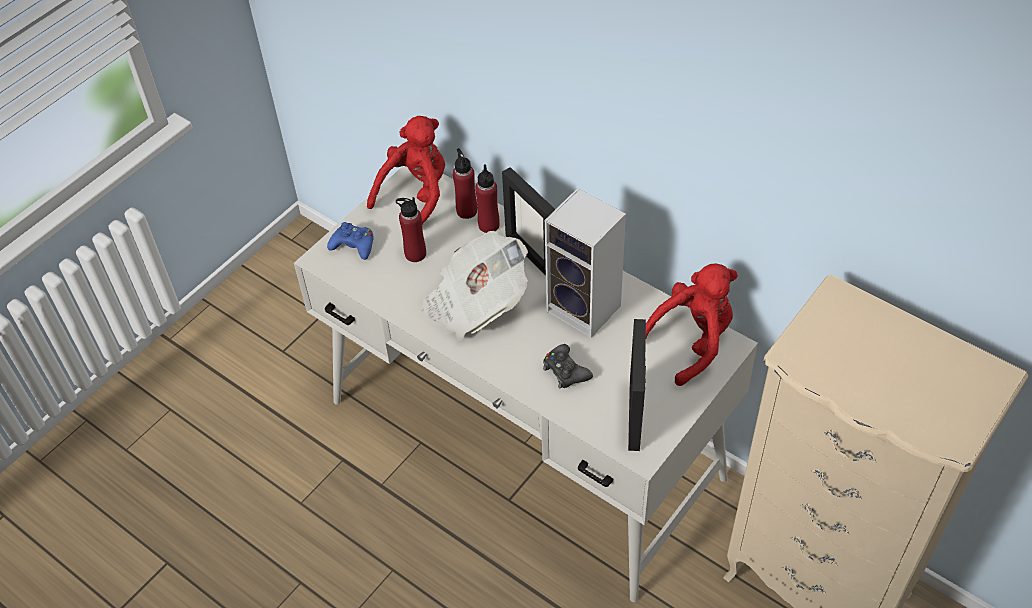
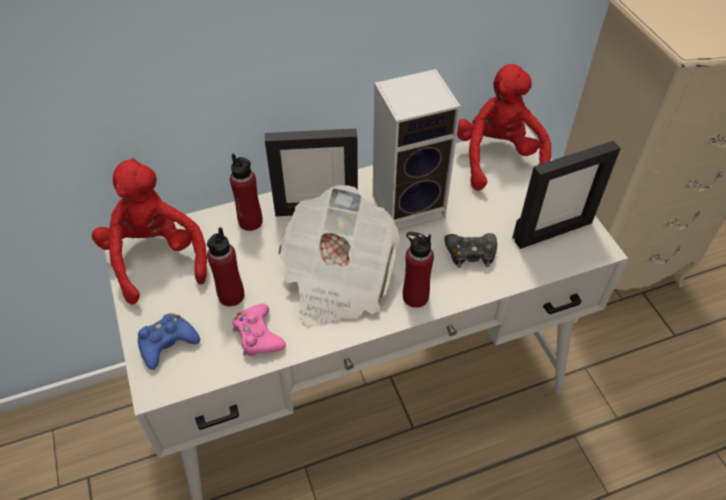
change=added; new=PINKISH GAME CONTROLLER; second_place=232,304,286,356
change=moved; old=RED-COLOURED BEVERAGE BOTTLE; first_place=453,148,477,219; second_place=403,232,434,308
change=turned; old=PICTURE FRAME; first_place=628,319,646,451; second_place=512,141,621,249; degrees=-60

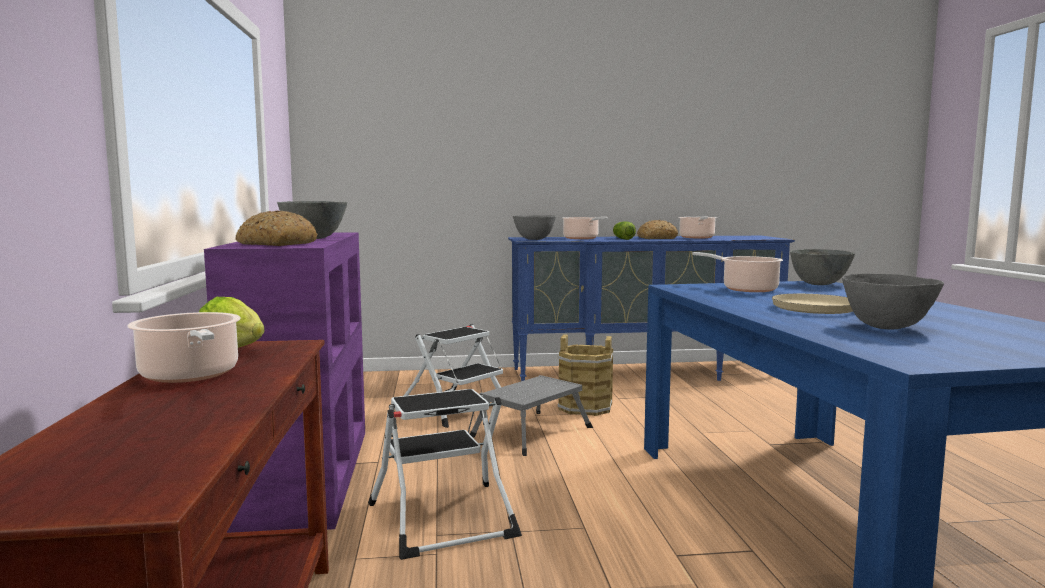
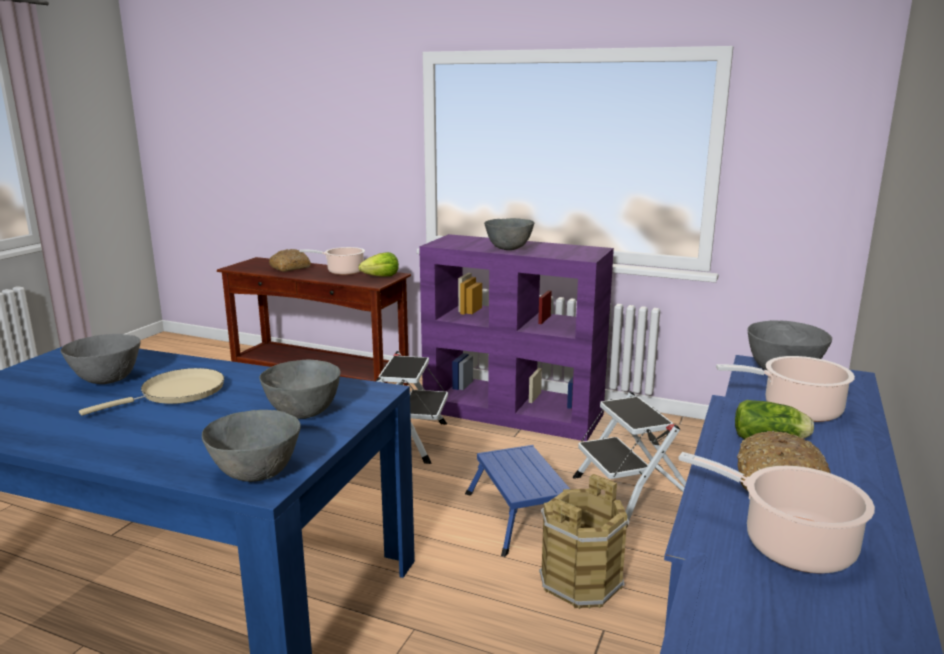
change=replaced; old=STOCKPOT; new=GREYISH SERVING BOWL; first_place=692,252,783,292; second_place=259,359,341,419
change=moved; old=BAKED BREAD; first_place=235,211,318,246; second_place=269,249,311,272
change=recoloured; old=GREYISH STEPLADDER; new=BLUISH STEPLADDER; first_place=470,375,593,456; second_place=465,445,570,557

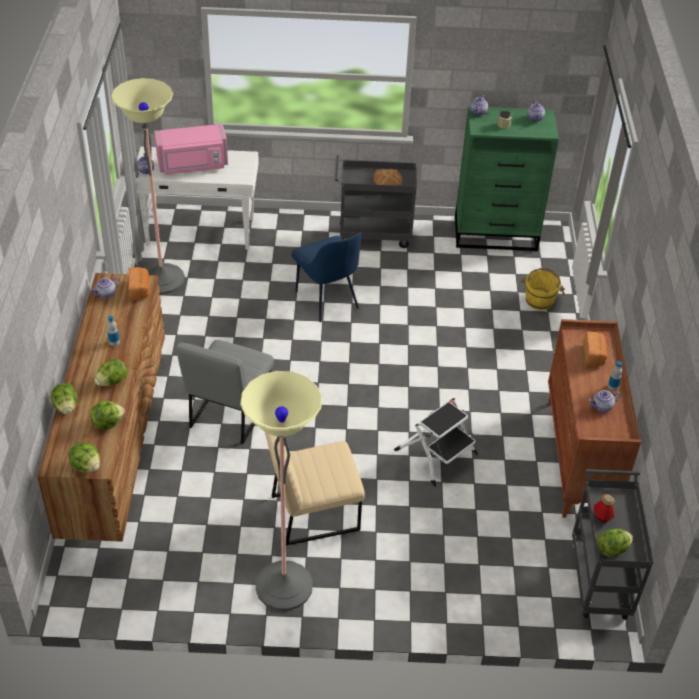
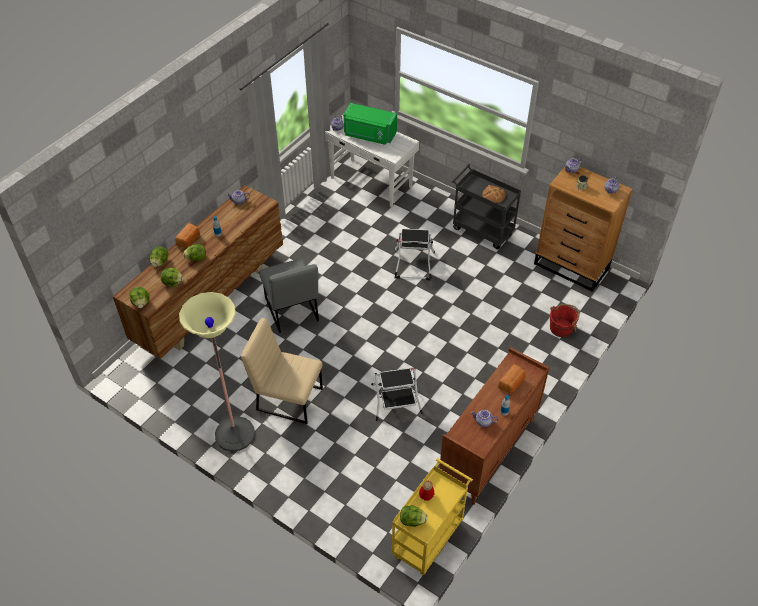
change=moved; old=BAKED BREAD; first_place=129,267,149,301; second_place=175,223,200,248
change=turned; old=GREYISH CHAIR; first_place=176,340,274,444; second_place=259,259,319,333; degrees=-75
change=recoloured; old=PINKISH MICROWAVE; new=GREENISH MICROWAVE; first_place=154,124,228,175; second_place=343,103,397,145
change=recoloured; old=GREYISH TROLLEY; new=YELLOWISH TROLLEY; first_place=572,469,653,620; second_place=392,458,473,575
change=replaced; old=BLUISH CHAIR; new=STEPLADDER; first_place=292,233,361,322; second_place=394,229,435,280
change=recoloured; old=GREENISH DRESSER; new=BROWNISH DRESSER; first_place=455,106,559,251; second_place=534,167,632,292
change=recoloured; old=YELLOWISH BUCKET; new=RED-COLOURED BUCKET; first_place=520,267,565,310; second_place=550,304,579,337
change=removed; old=FLOOR LAMP; first_place=111,78,185,295

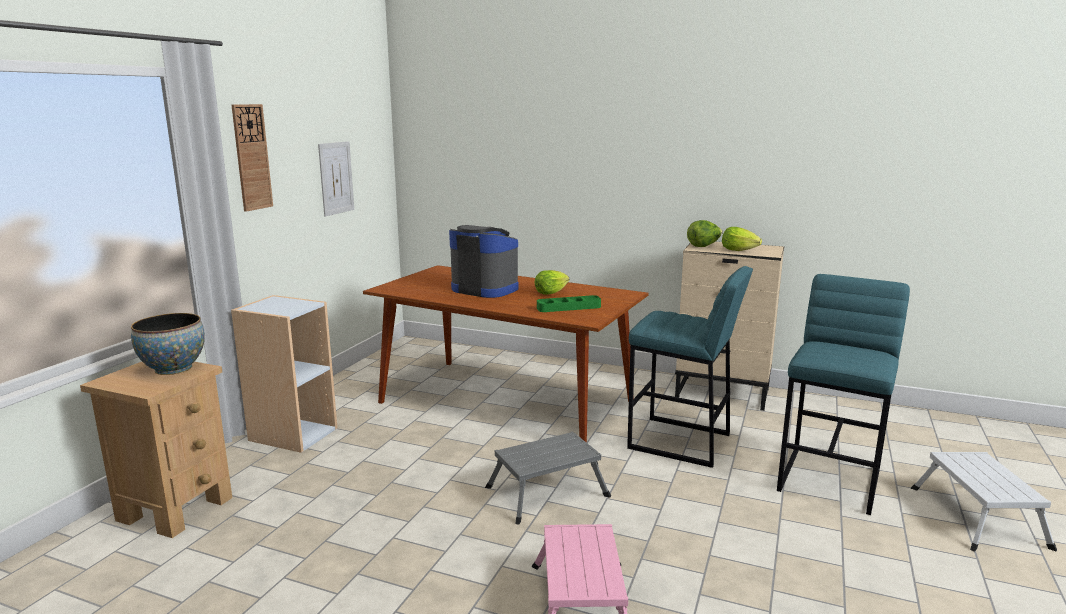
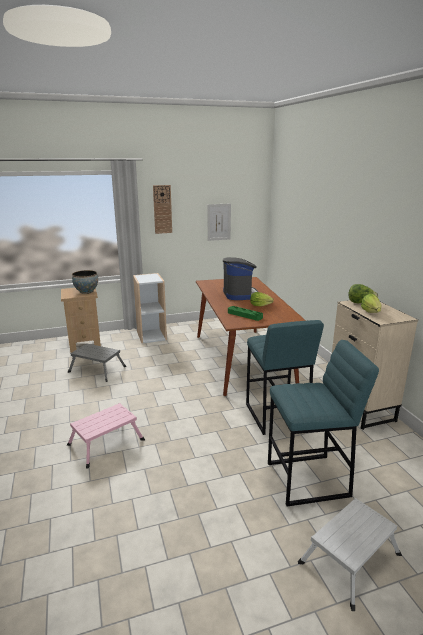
change=moved; old=GREYISH STEPLADDER; first_place=485,431,611,525; second_place=68,343,127,382

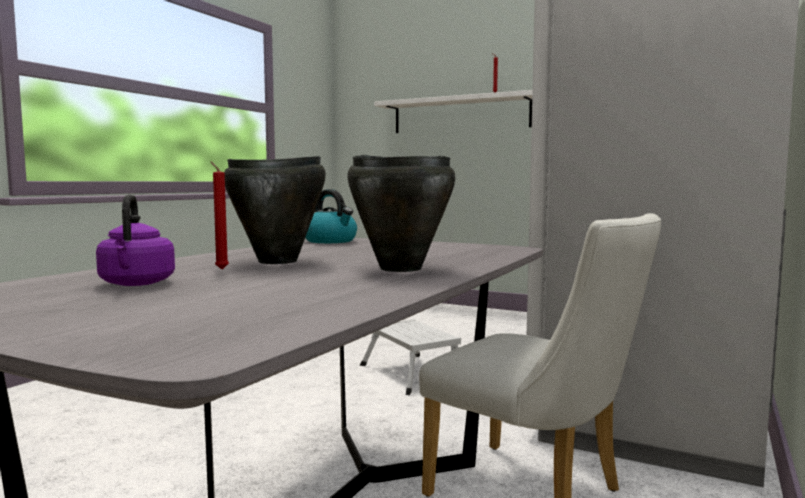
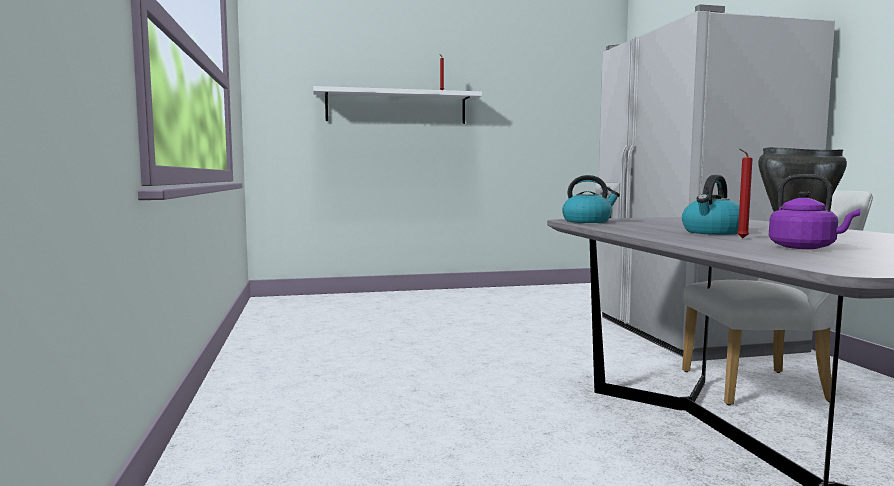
change=replaced; old=BLACK STOCKPOT; new=WATER KETTLE; first_place=224,156,326,264; second_place=682,175,740,235
change=removed; old=WHITE STEPLADDER; first_place=360,320,461,395

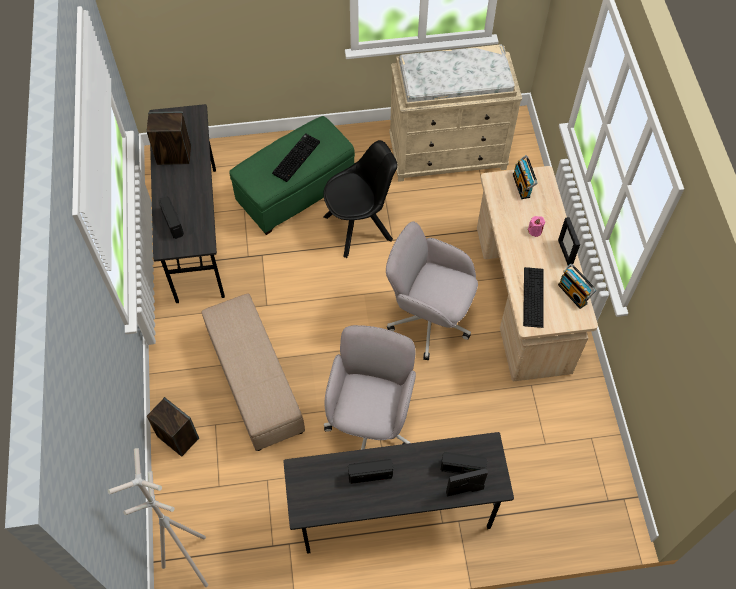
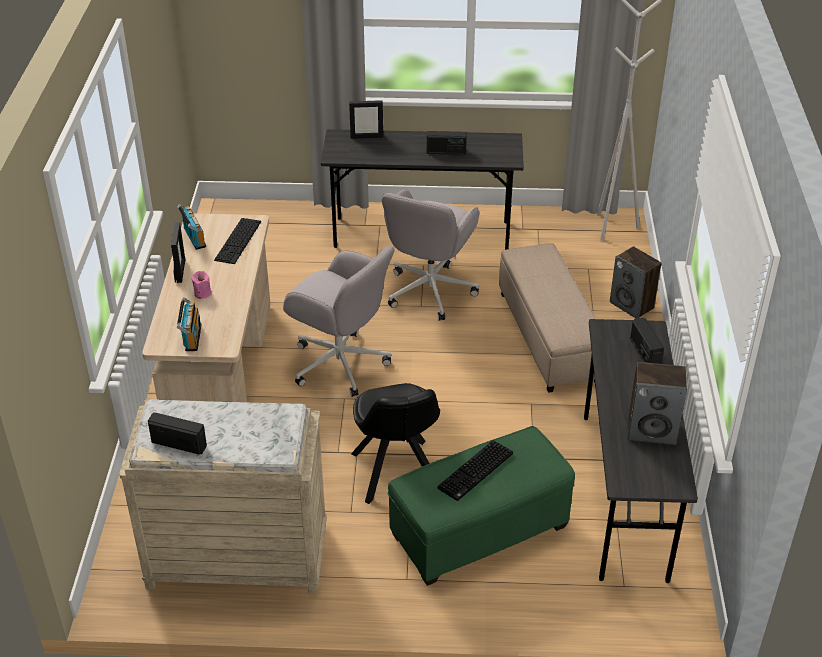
change=moved; old=RADIO SET; first_place=441,452,487,474; second_place=148,413,207,454
change=turned; old=BLACK CHAIR; first_place=323,140,398,258; second_place=351,383,440,504; degrees=-90

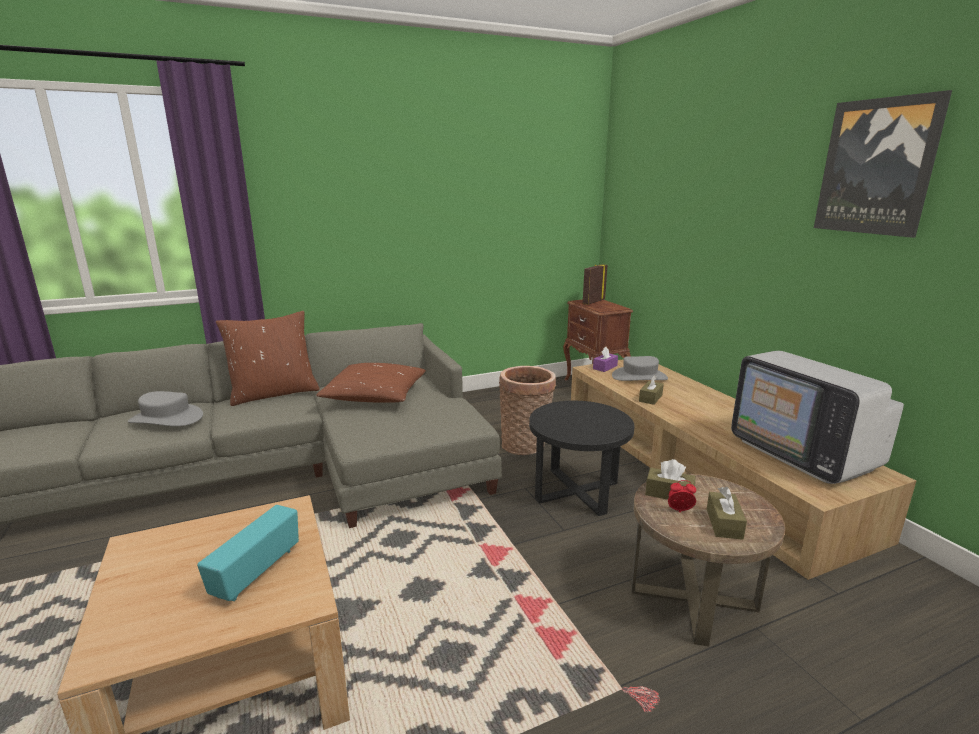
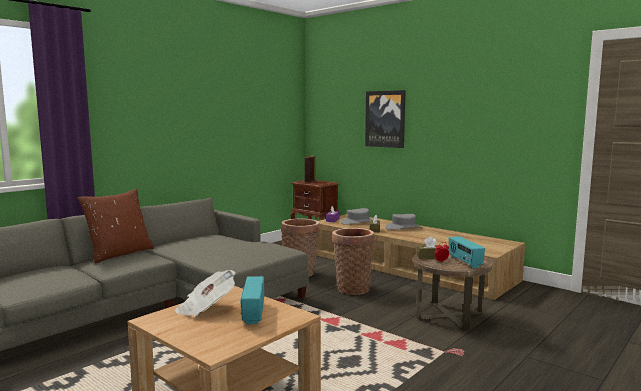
change=added; new=DAILY PAPER; second_place=175,270,236,317
change=replaced; old=BLACK END TABLE; new=BASKET; first_place=529,401,634,516; second_place=332,228,374,295
change=moved; old=WALL PICTURE; first_place=814,90,952,238; second_place=365,90,406,148
change=moved; old=GREYISH HAT; first_place=128,391,203,426; second_place=385,214,423,230
change=replaced; old=BROWNISH BOX OF TISSUES; new=RADIO SET; first_place=707,487,747,540; second_place=449,236,485,268
change=removed; old=BROWNISH THROW PILLOW; first_place=316,363,426,403
change=removed; old=TV; first_place=731,351,904,484

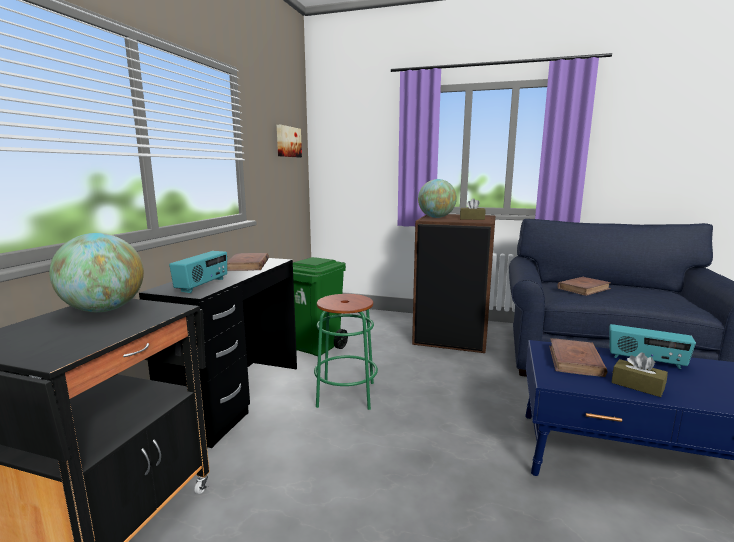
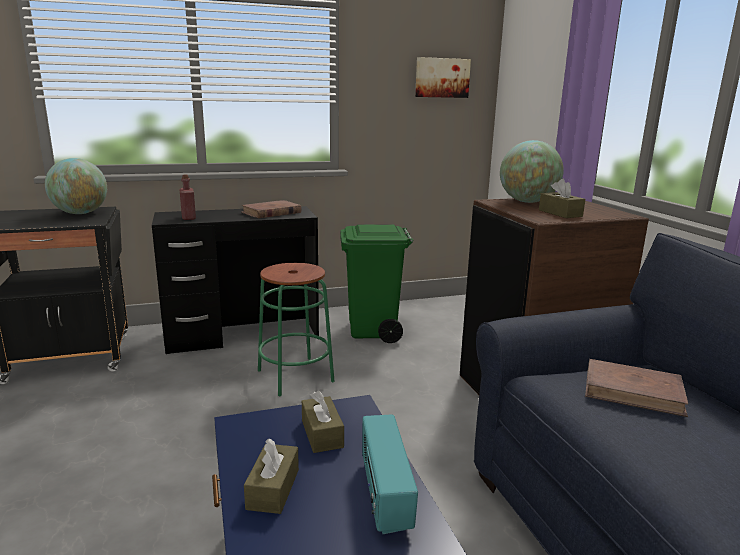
change=replaced; old=RADIO SET; new=RED-COLOURED BEVERAGE BOTTLE; first_place=169,251,227,293; second_place=180,174,196,220
change=replaced; old=BROWNISH BOOK; new=BROWNISH BOX OF TISSUES; first_place=549,338,607,377; second_place=302,390,344,453

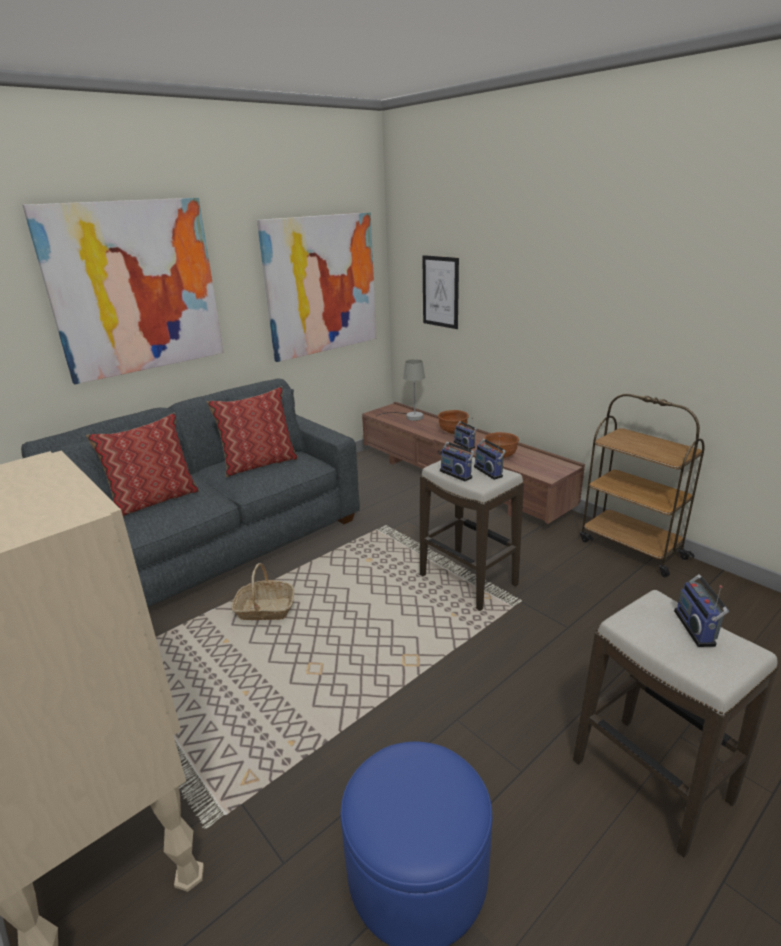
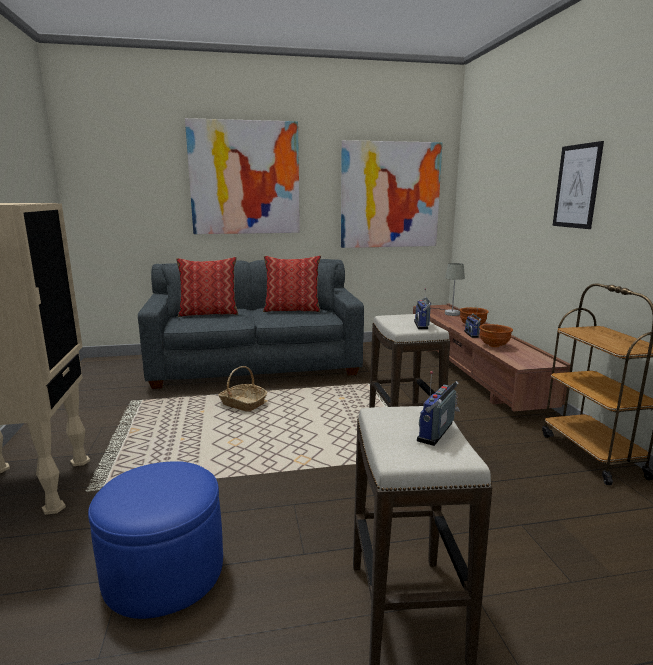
change=moved; old=WALL PICTURE; first_place=422,255,459,329; second_place=553,141,604,229
change=removed; old=RADIO SET; first_place=440,437,475,481

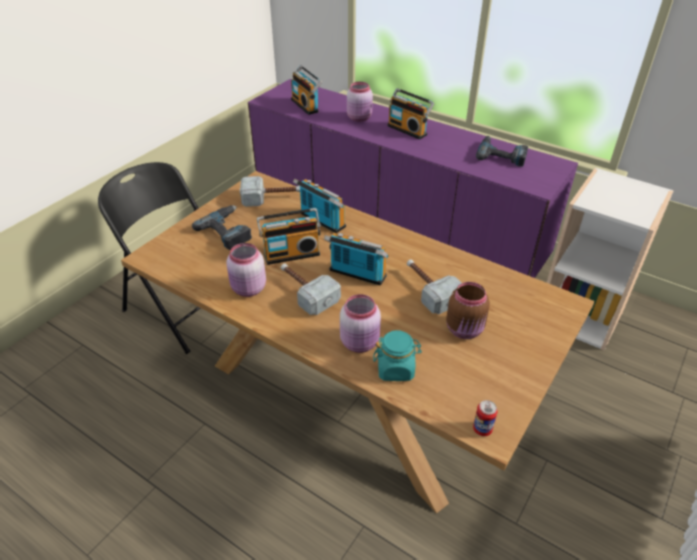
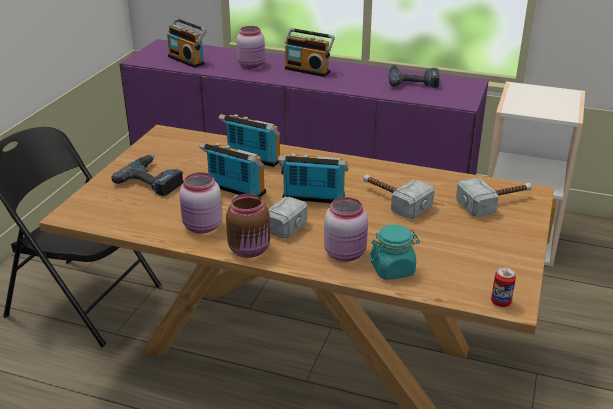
change=turned; old=RADIO SET; first_place=257,208,321,265; second_place=198,142,266,197; degrees=-120
change=moved; old=BROWNISH PRESERVE JAR; first_place=446,282,490,339; second_place=226,194,270,258
change=moved; old=TOOL HAMMER; first_place=240,176,300,207; second_place=456,178,532,217

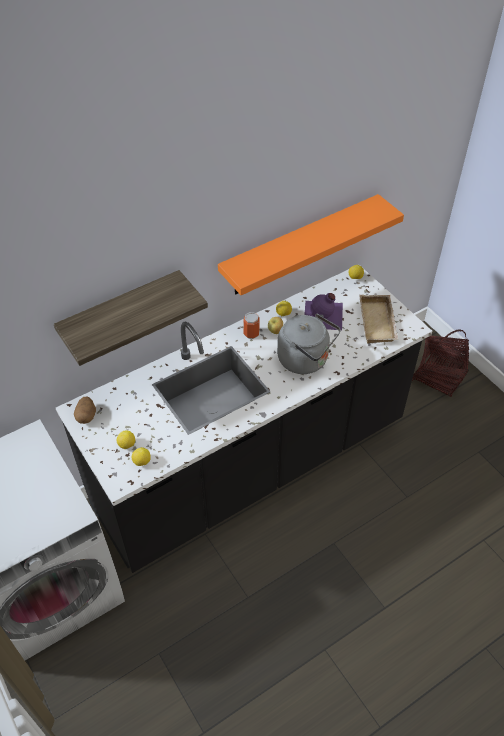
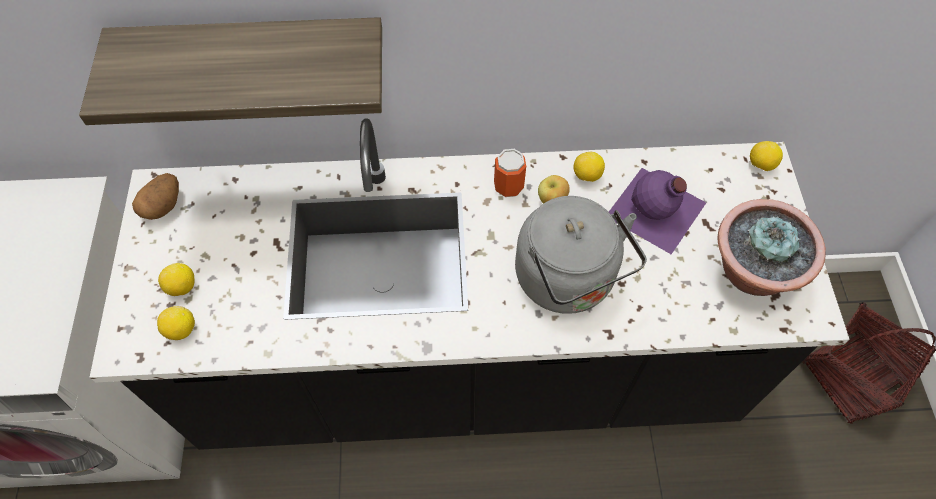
change=replaced; old=BEIGE CARRYING TRAY; new=PLANT IN A POT; first_place=359,295,399,343; second_place=718,199,826,296
change=removed; old=ORANGE-COLOURED SHELF; first_place=218,194,404,295

